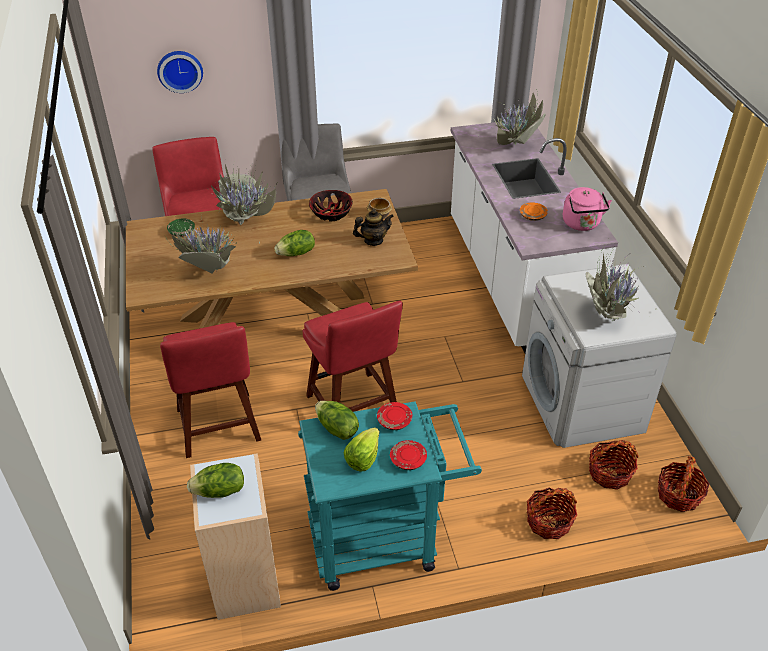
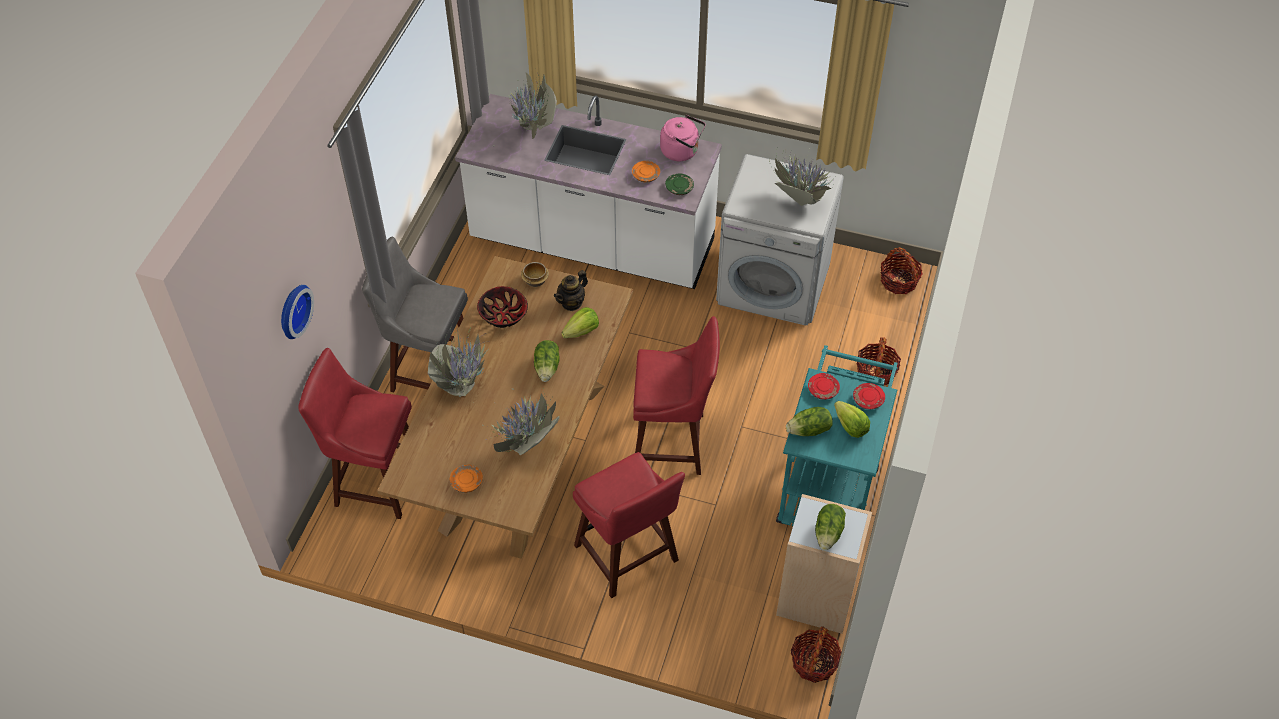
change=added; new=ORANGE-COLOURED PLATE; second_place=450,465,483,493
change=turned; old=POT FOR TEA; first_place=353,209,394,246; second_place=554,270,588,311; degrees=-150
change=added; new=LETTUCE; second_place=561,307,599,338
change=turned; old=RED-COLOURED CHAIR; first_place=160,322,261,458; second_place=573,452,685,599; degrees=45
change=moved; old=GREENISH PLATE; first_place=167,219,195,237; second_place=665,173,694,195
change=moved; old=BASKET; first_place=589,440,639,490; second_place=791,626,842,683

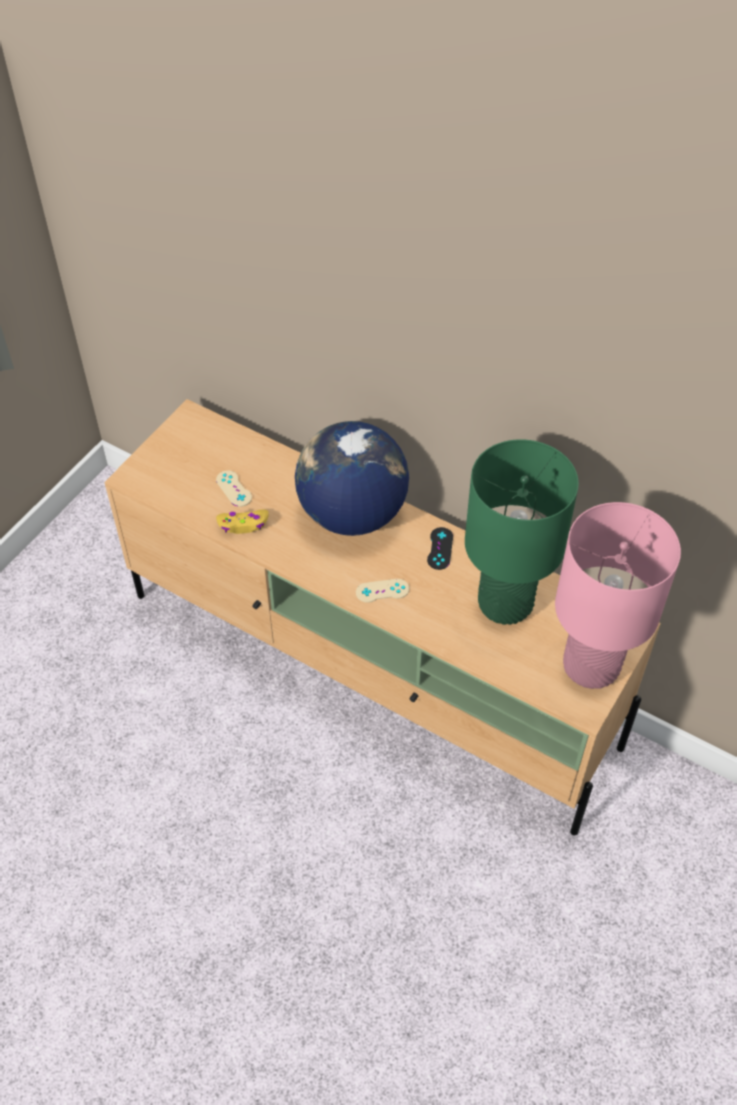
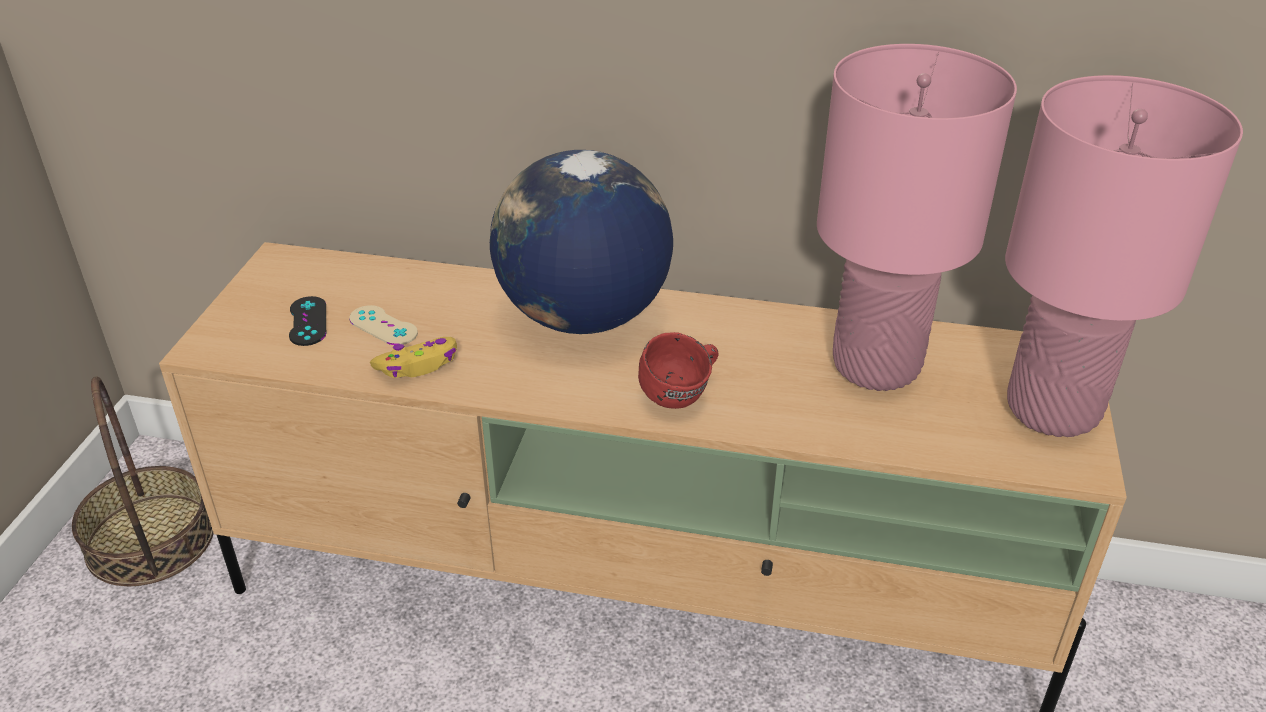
change=added; new=BASKET; second_place=72,376,214,586
change=moved; old=BLACK GAME CONTROLLER; first_place=427,527,453,570; second_place=289,296,326,346
change=replaced; old=BEIGE GAME CONTROLLER; new=RED-COLOURED TEA MUG; first_place=356,579,409,603; second_place=638,332,719,409
change=recoloured; old=GREENISH TABLE LAMP; new=PINKISH TABLE LAMP; first_place=465,439,579,625; second_place=817,44,1017,391

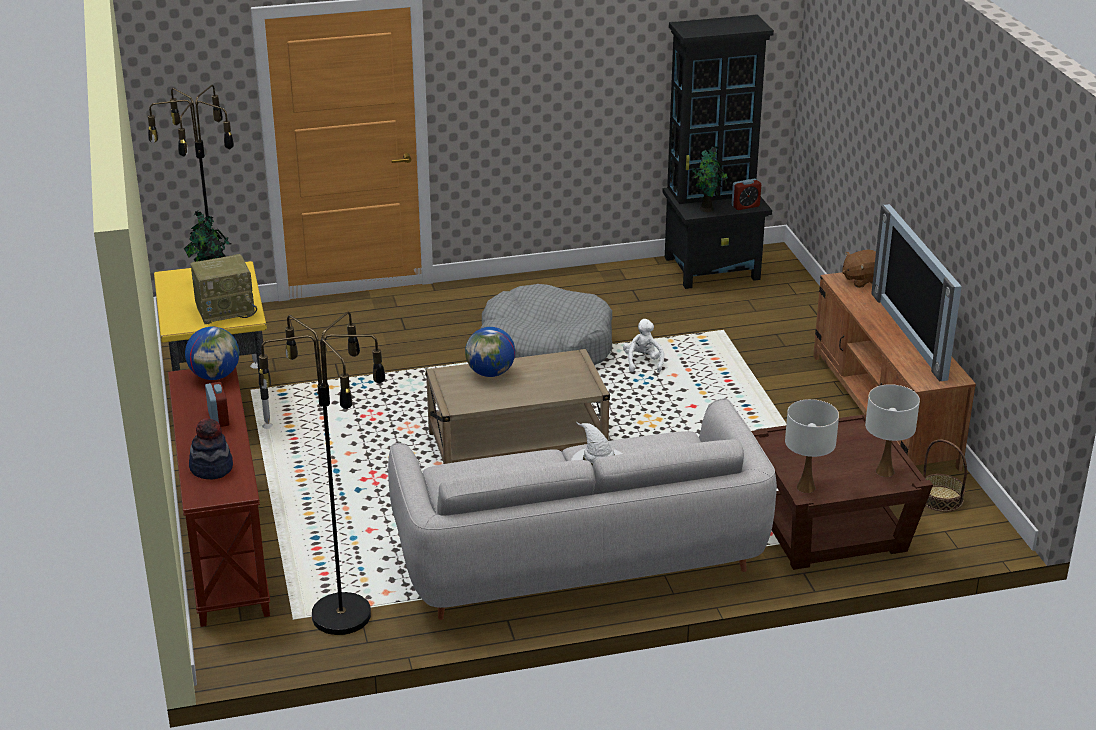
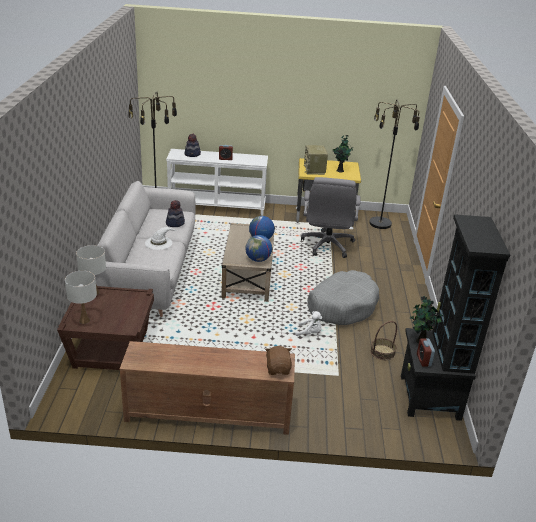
change=recoloured; old=BROWNISH CONSOLE TABLE; new=WHITE CONSOLE TABLE; first_place=168,367,270,627; second_place=166,149,268,216
change=added; new=HAT; second_place=166,200,185,227
change=moved; old=GLOBE; first_place=185,327,239,380; second_place=245,235,272,262
change=added; new=GREYISH COMPUTER CHAIR; second_place=301,177,361,258
change=moved; old=BASKET; first_place=923,439,967,512; second_place=370,321,397,360
change=removed; old=TV; first_place=871,204,962,381

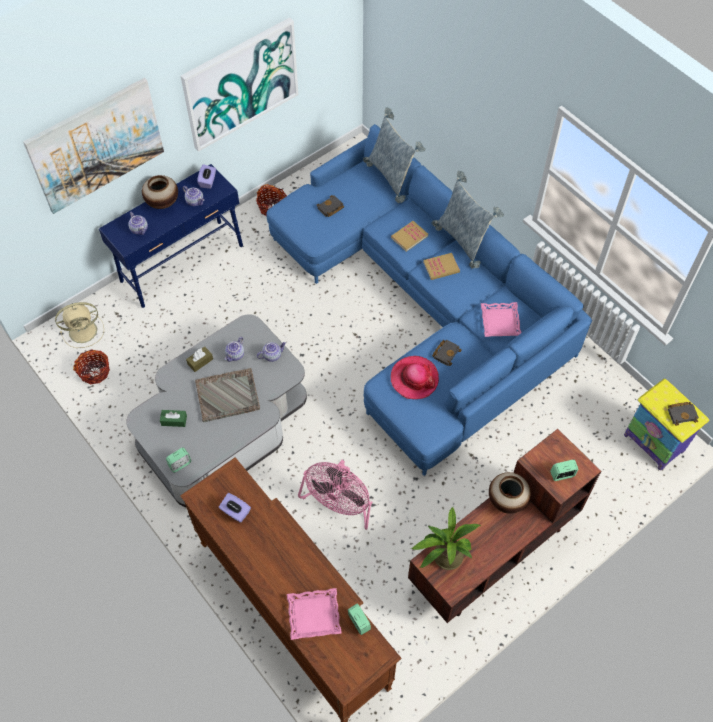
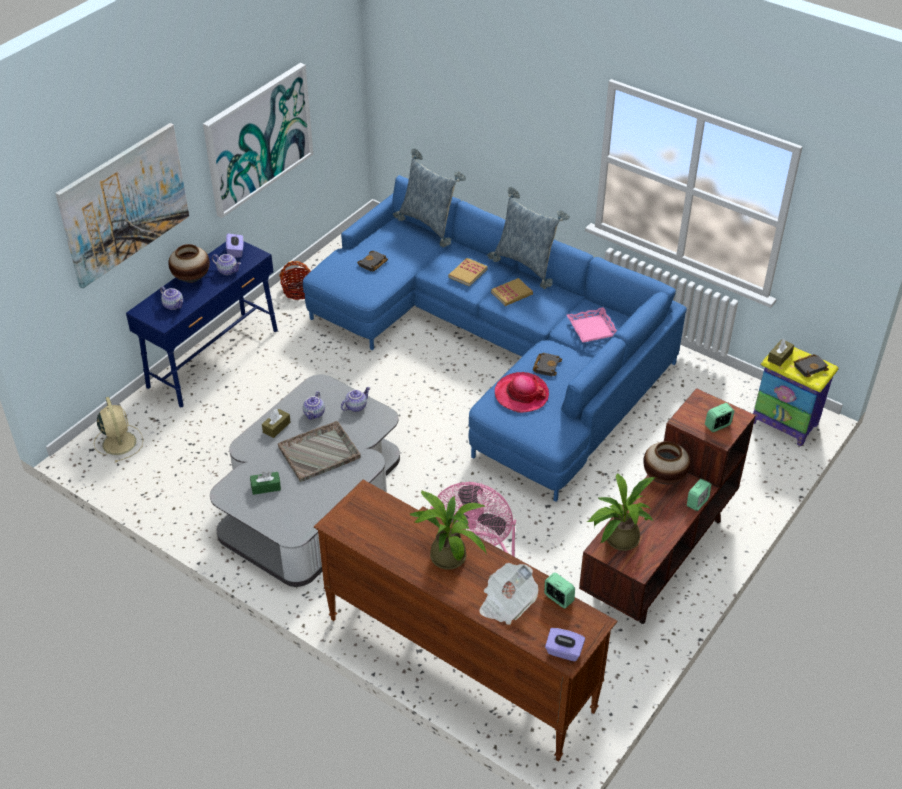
change=turned; old=BEIGE ELECTRIC FAN; first_place=55,302,104,348; second_place=94,397,143,462; degrees=-75
change=added; new=PLANT IN A POT; second_place=410,491,487,570
change=replaced; old=PINKISH CARRYING TRAY; new=DAILY PAPER; first_place=287,588,342,640; second_place=479,563,539,625
change=moved; old=PURPLISH BOX OF TISSUES; first_place=219,493,251,523; second_place=545,628,585,661
change=moved; old=TABLE CLOCK; first_place=166,447,191,473; second_place=687,479,711,511
change=added; new=BROWNISH BOX OF TISSUES; second_place=768,339,794,367
change=removed; old=BASKET; first_place=73,349,110,385

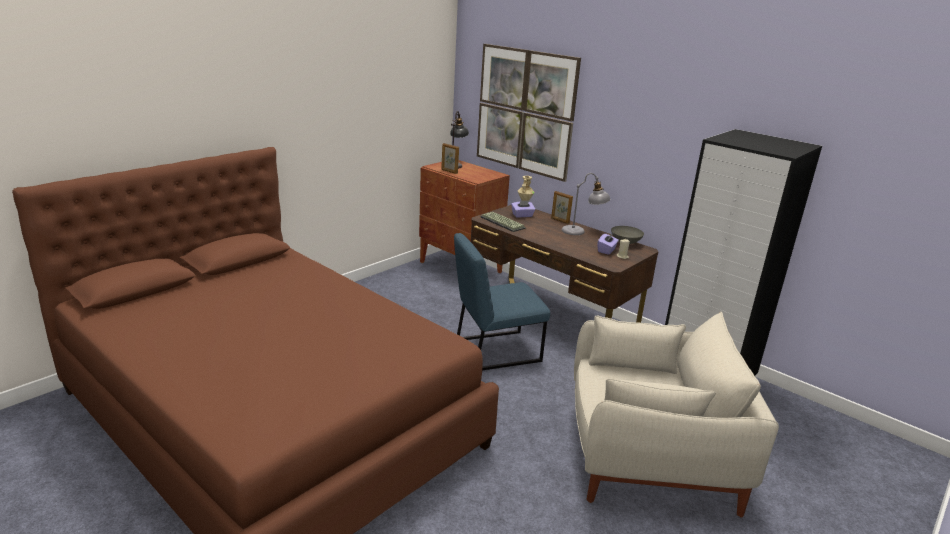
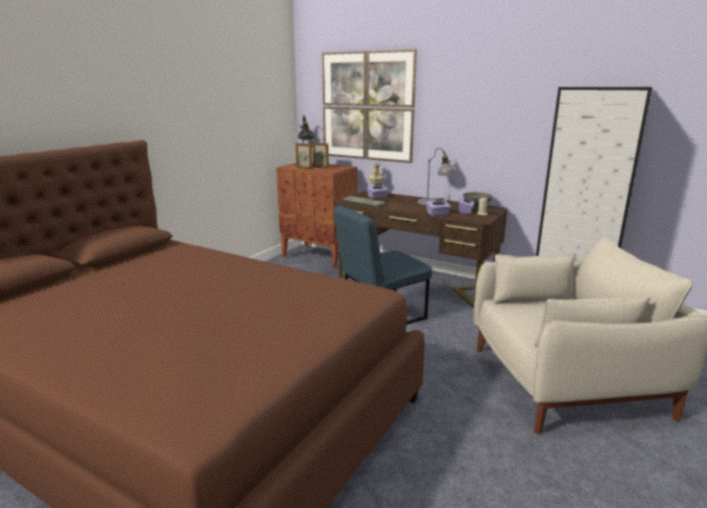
change=moved; old=PICTURE FRAME; first_place=551,191,573,224; second_place=313,142,329,168
change=added; new=PURPLISH BOX OF TISSUES; second_place=426,198,451,216

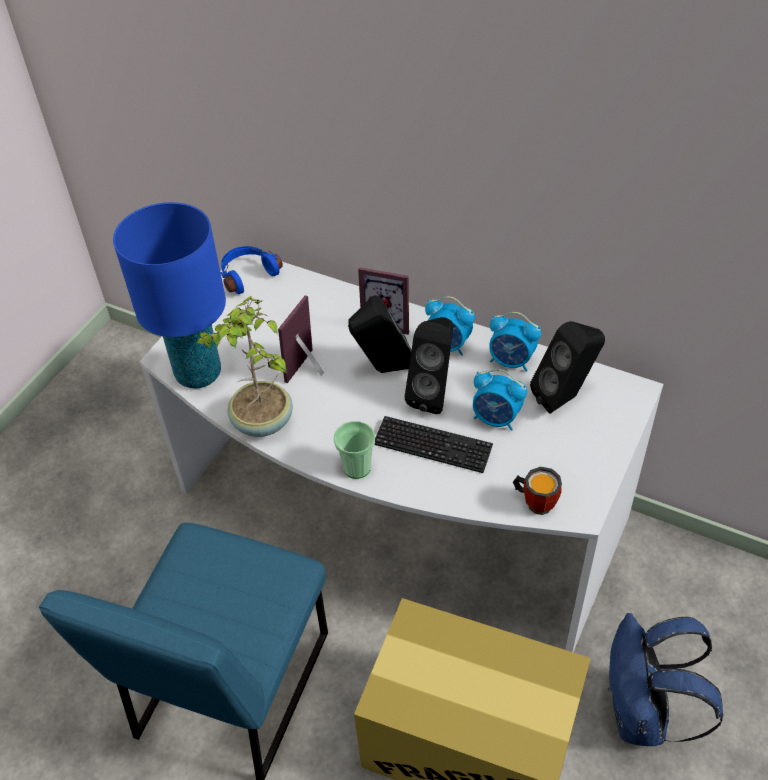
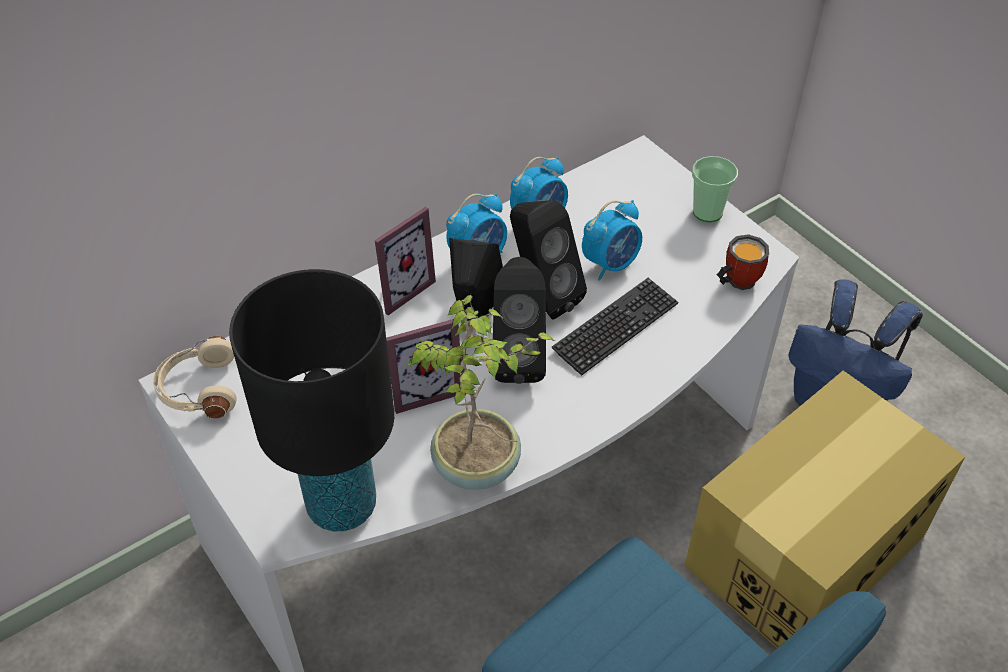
change=recoloured; old=BLUISH PAIR OF HEADPHONES; new=BEIGE PAIR OF HEADPHONES; first_place=220,246,283,294; second_place=153,336,237,419
change=recoloured; old=BLUISH TABLE LAMP; new=BLACK TABLE LAMP; first_place=113,202,226,389; second_place=229,269,394,531
change=turned; old=PICTURE FRAME; first_place=278,295,324,383; second_place=386,319,461,414; degrees=-75
change=moved; old=BLACK AUDIO SPEAKER; first_place=530,321,605,414; second_place=493,257,546,384
change=moved; old=DRINKING CUP; first_place=334,421,375,479; second_place=692,156,738,222

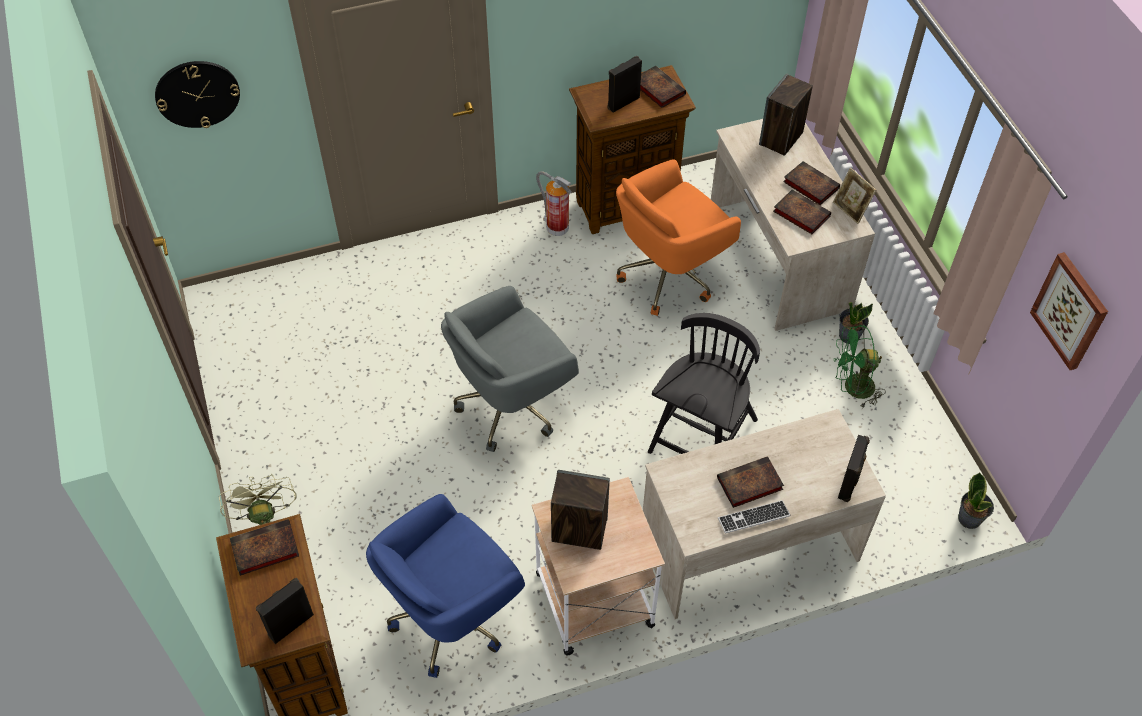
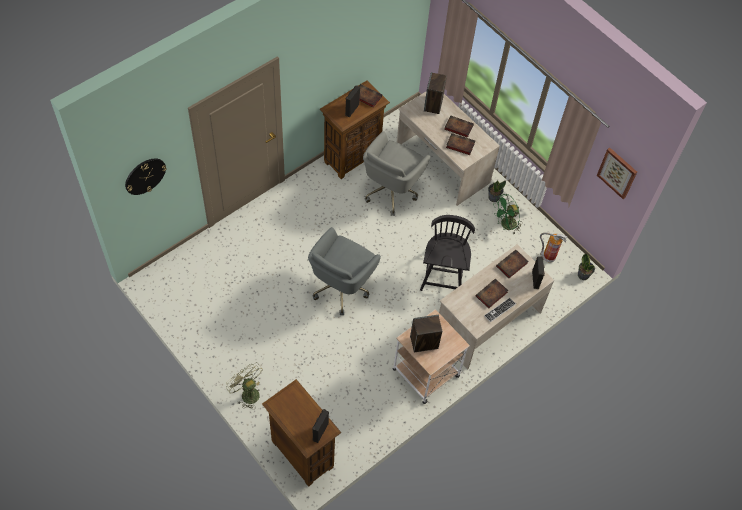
change=recoloured; old=ORANGE-COLOURED COMPUTER CHAIR; new=GREYISH COMPUTER CHAIR; first_place=616,159,741,316; second_place=363,131,430,216
change=moved; old=BOOK; first_place=230,519,299,576; second_place=496,250,528,278
change=moved; old=FIRE EXTINGUISHER; first_place=536,171,572,236; second_place=540,232,567,263
change=removed; old=BLUISH COMPUTER CHAIR; first_place=366,494,525,678
change=removed; old=PICTURE FRAME; first_place=833,168,876,224

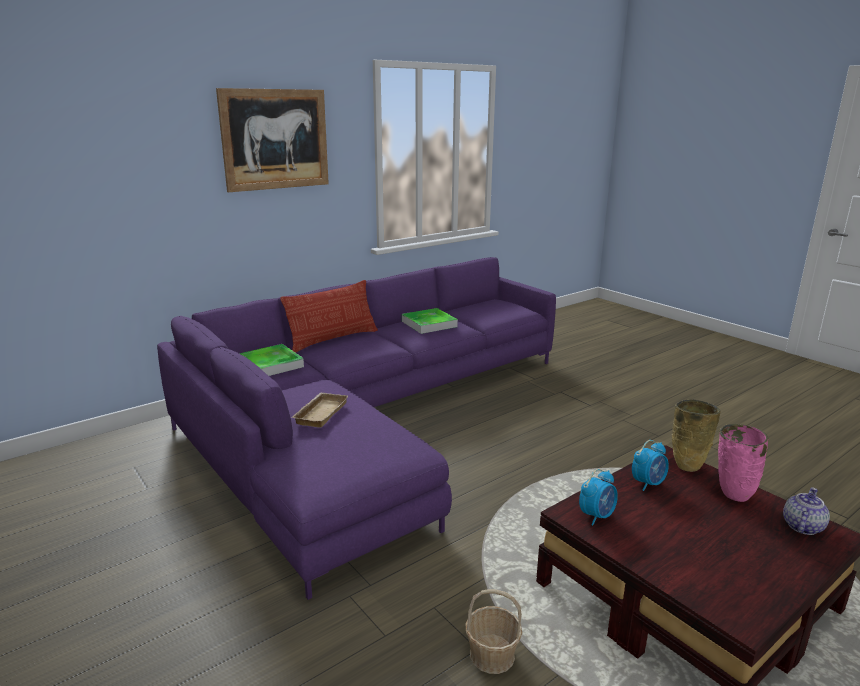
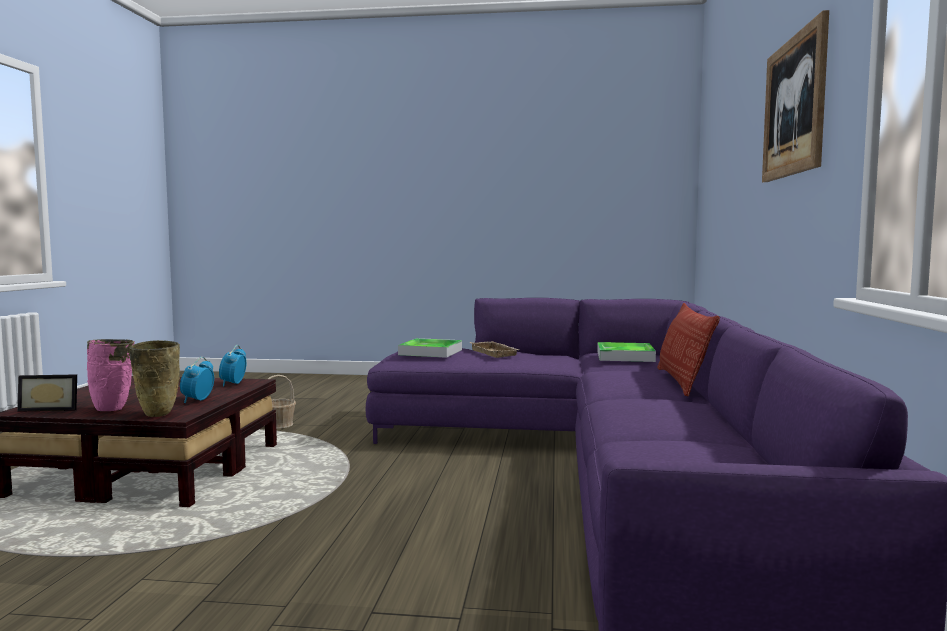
change=replaced; old=POT FOR TEA; new=PICTURE FRAME; first_place=783,487,830,535; second_place=17,374,77,412
change=moved; old=CARRYING TRAY; first_place=402,308,458,334; second_place=398,338,462,358

